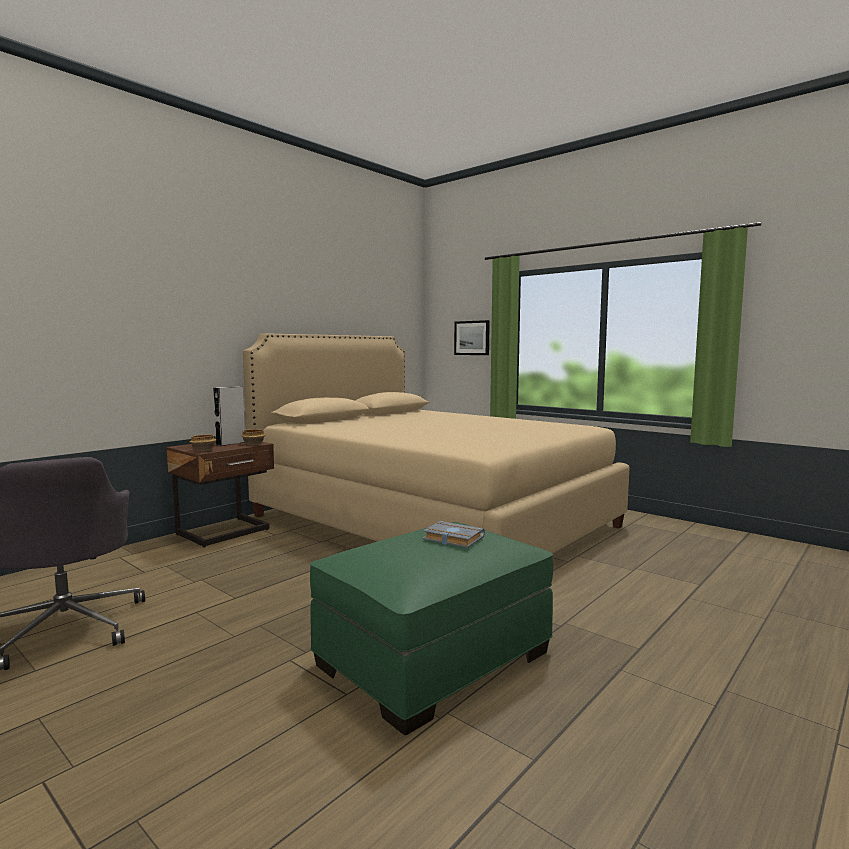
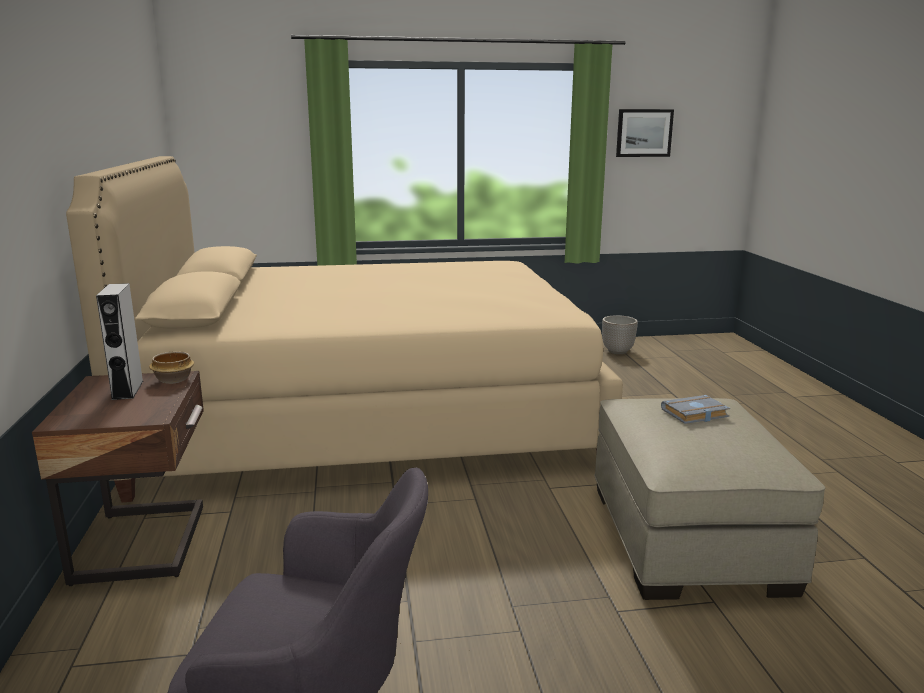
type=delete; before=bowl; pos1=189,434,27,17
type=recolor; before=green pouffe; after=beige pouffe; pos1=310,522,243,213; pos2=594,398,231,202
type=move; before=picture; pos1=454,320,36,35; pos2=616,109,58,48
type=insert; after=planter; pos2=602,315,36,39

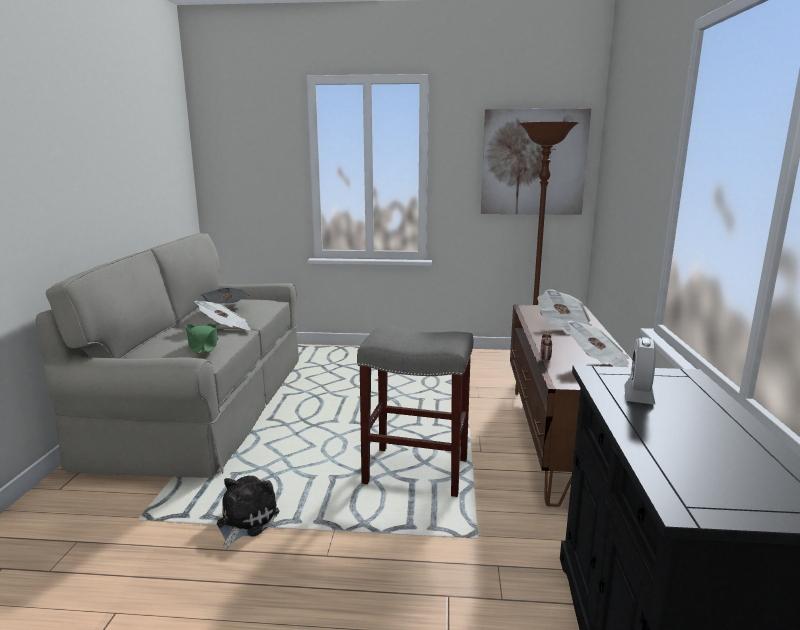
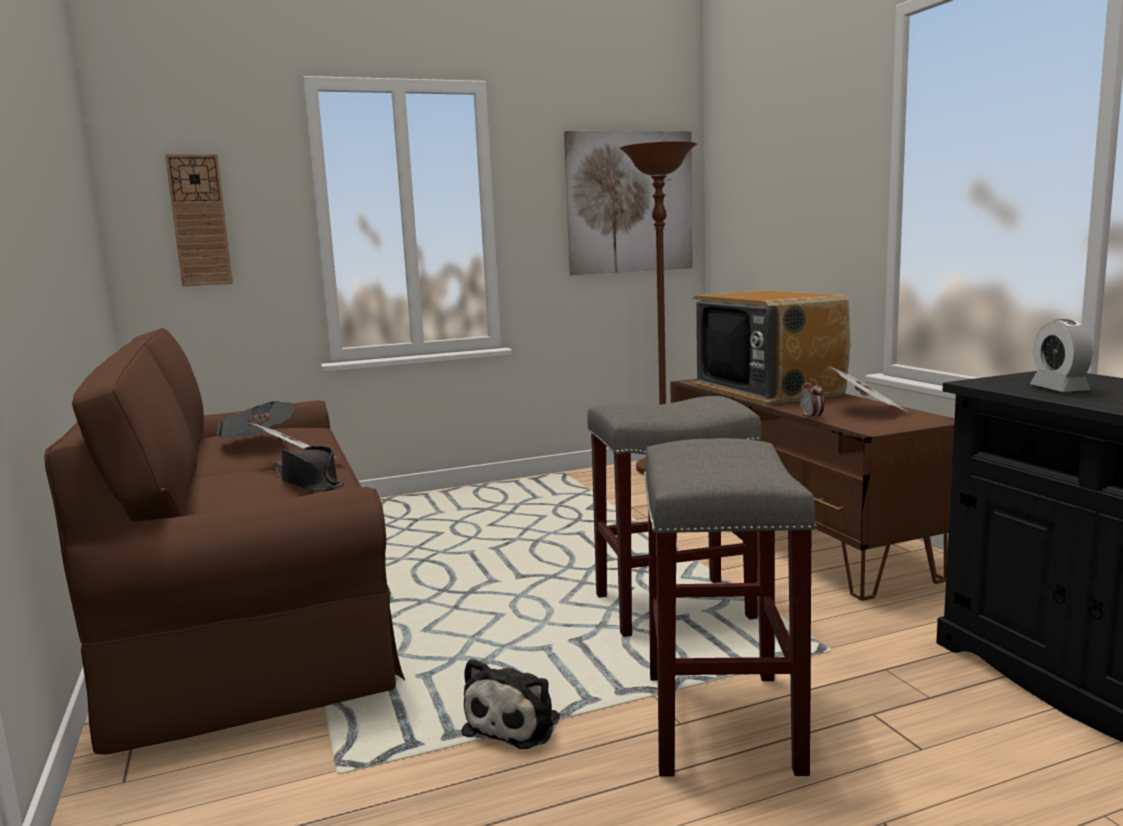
type=recolor; before=gray settee; after=brown settee; pos1=36,233,263,245; pos2=44,328,361,426
type=recolor; before=green clothing hat; after=black clothing hat; pos1=186,324,32,30; pos2=274,446,71,45
type=rotate; before=plush toy; pos1=217,476,62,72; pos2=462,658,98,91; turn=-150
type=replace; before=daily paper; after=television; pos1=537,289,55,45; pos2=692,290,158,115
type=insert; after=clock on the wall; pos2=165,154,68,133
type=insert; after=gray stool; pos2=644,438,173,338

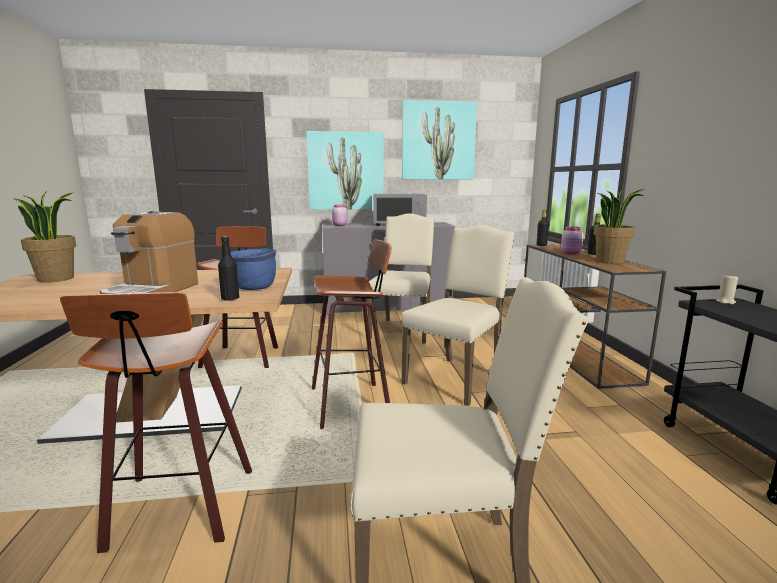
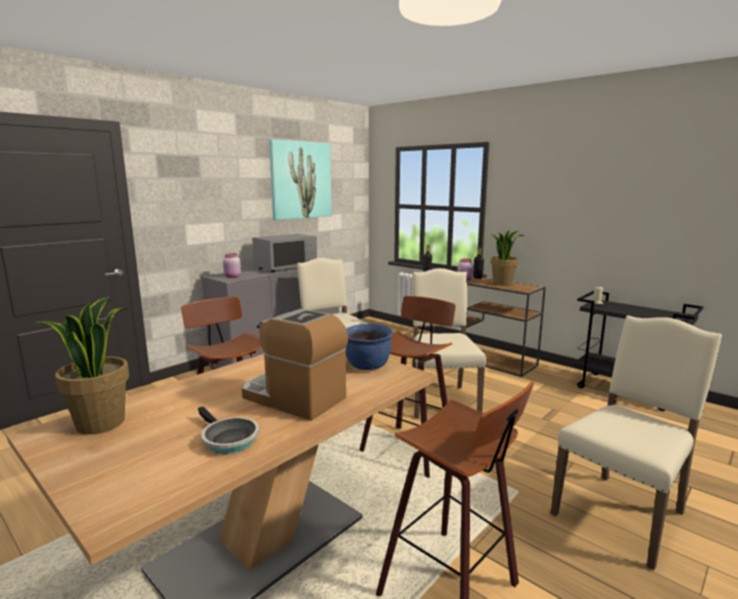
type=rotate; before=coffee maker; pos1=100,211,98,83; pos2=242,309,106,112; turn=150
type=delete; before=black drink bottle; pos1=218,236,22,65
type=delete; before=picture; pos1=306,131,78,79
type=insert; after=skillet; pos2=198,406,61,48

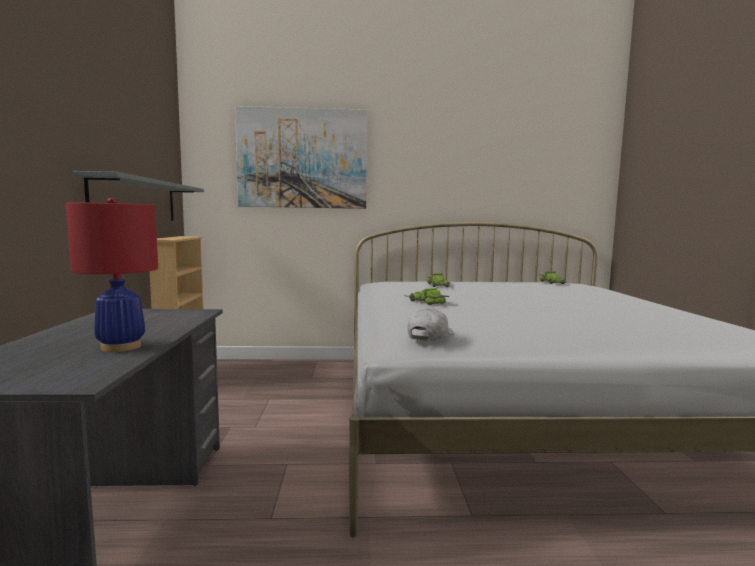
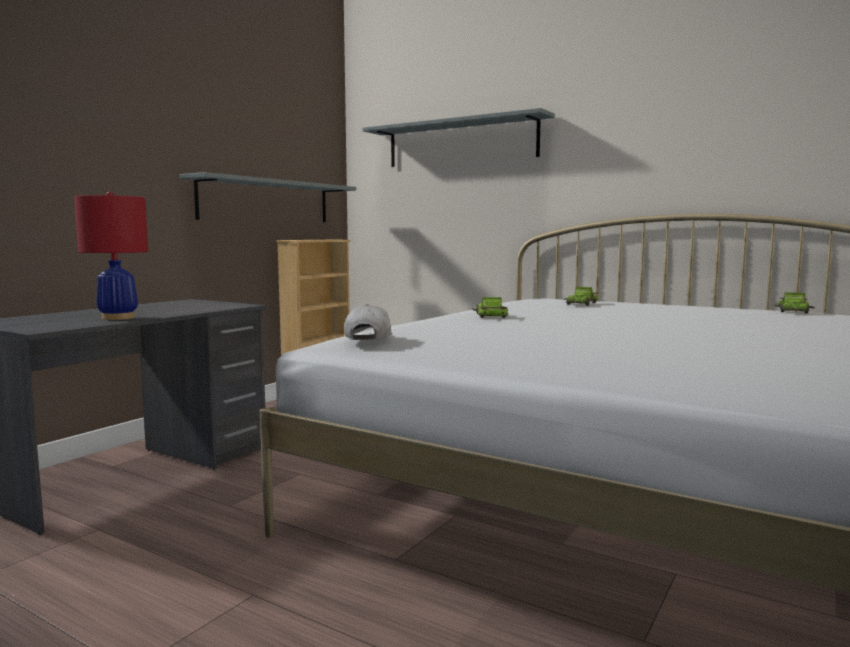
type=replace; before=picture; after=gray wall shelf; pos1=235,106,132,103; pos2=362,108,193,59
type=rotate; before=whitish cap; pos1=407,308,47,33; pos2=344,304,48,36; turn=-60

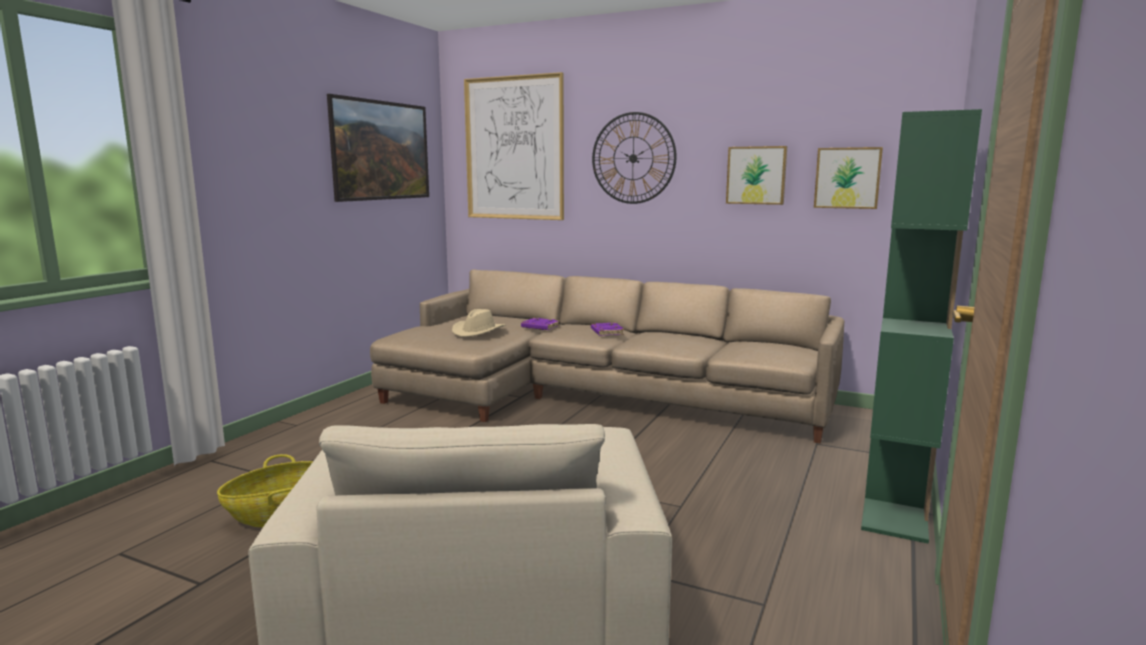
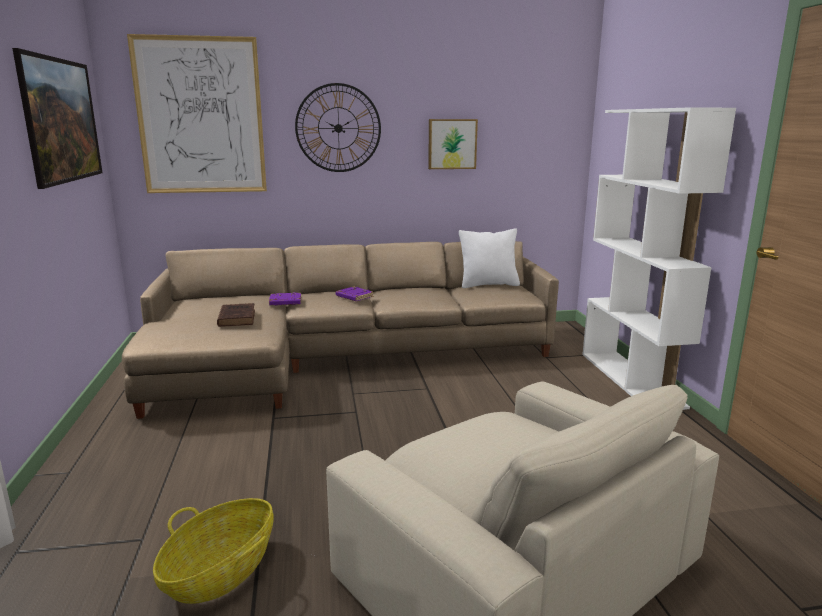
type=replace; before=beige clothing hat; after=brown bound book; pos1=452,309,53,28; pos2=217,303,38,24
type=delete; before=picture; pos1=814,147,69,62
type=recolor; before=green bookcase; after=whitish bookcase; pos1=861,109,121,435; pos2=582,107,154,303
type=insert; after=whitish pillow; pos2=459,228,61,60

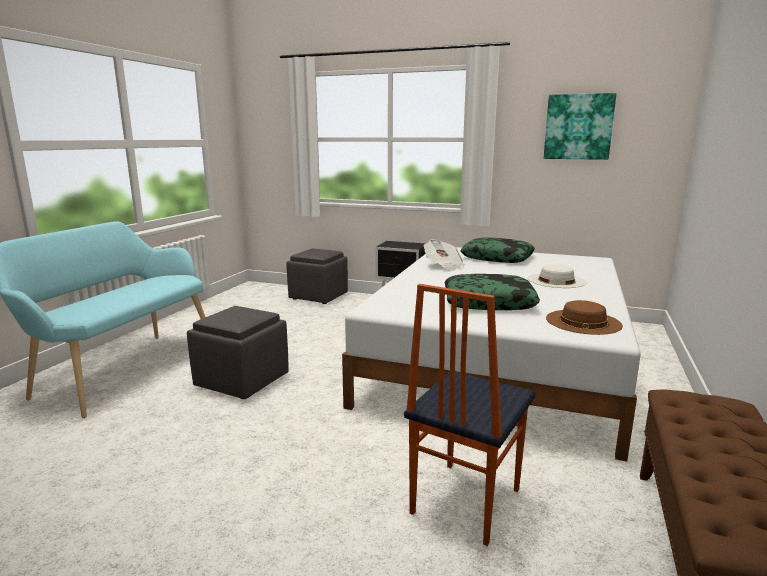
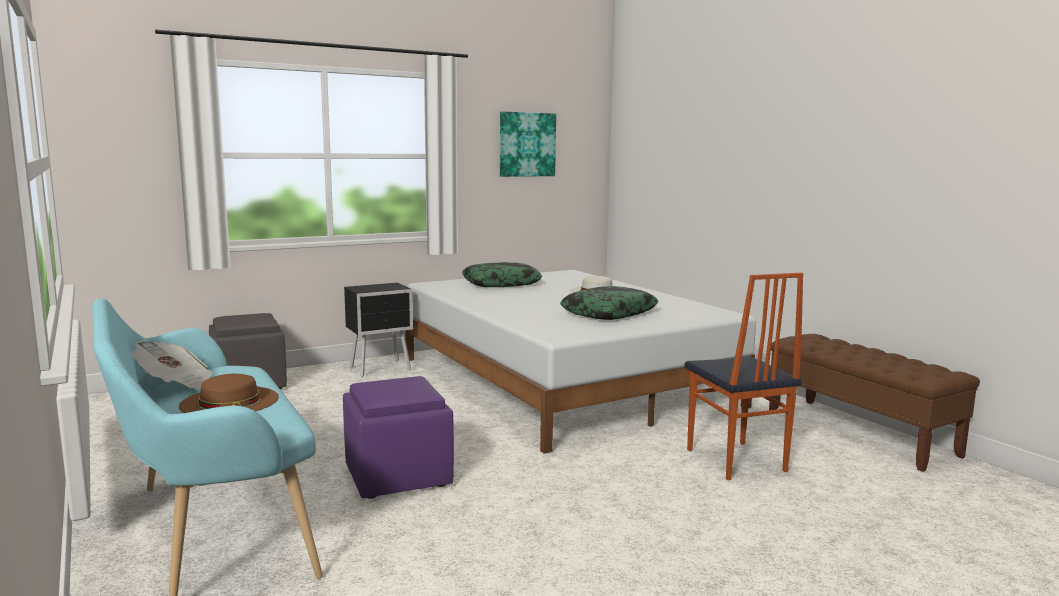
type=recolor; before=gray pouffe; after=purple pouffe; pos1=187,306,102,93; pos2=343,376,111,123
type=move; before=daily paper; pos1=424,239,41,32; pos2=132,341,81,48
type=move; before=brown clothing hat; pos1=546,300,77,35; pos2=179,374,100,39

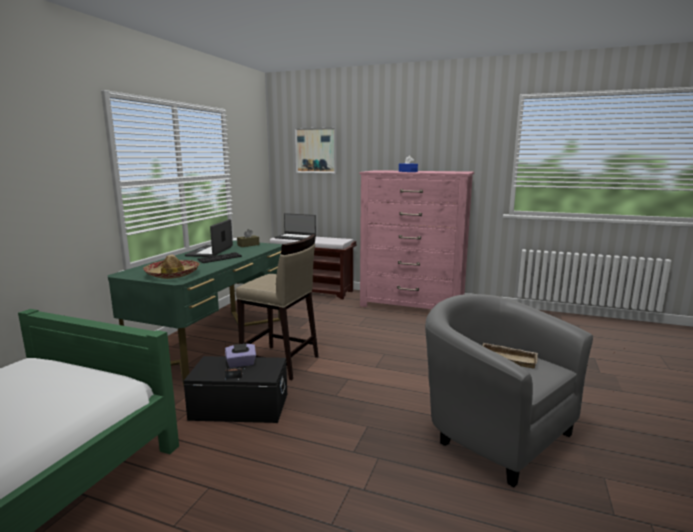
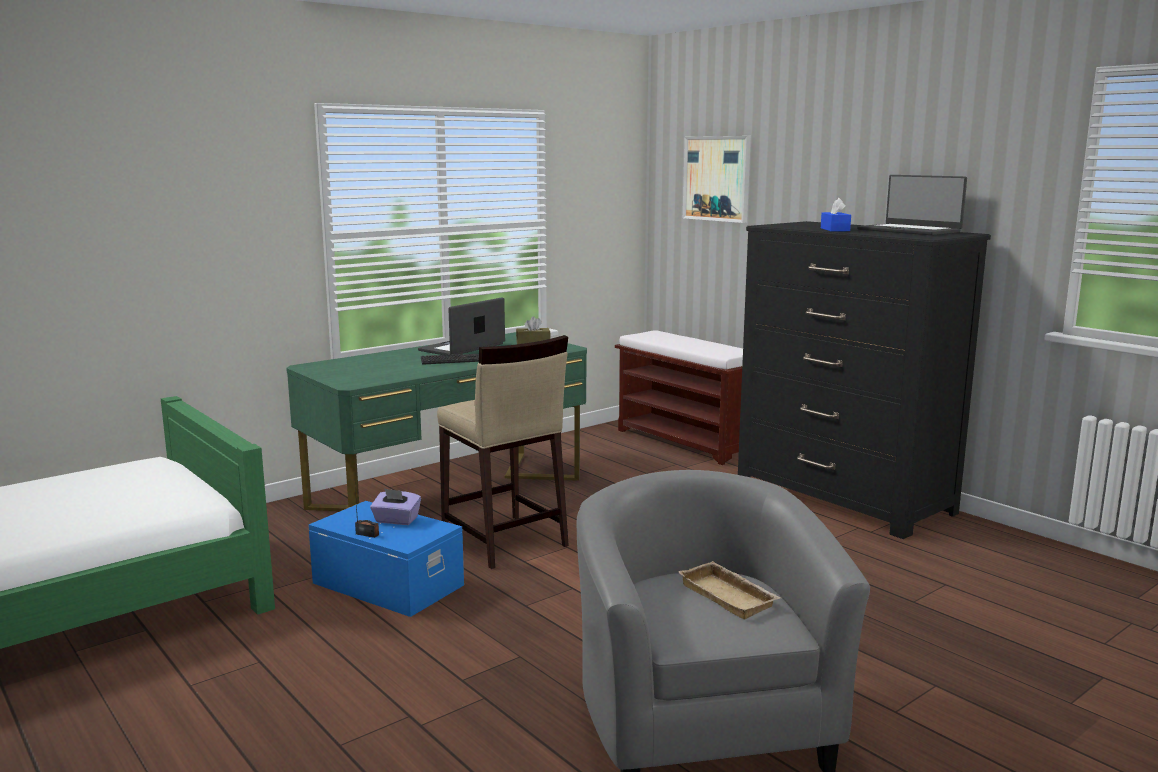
type=delete; before=clothing hat; pos1=143,255,57,24
type=recolor; before=black storage bin; after=blue storage bin; pos1=184,356,103,67; pos2=308,501,156,116
type=move; before=portable computer; pos1=274,213,42,27; pos2=857,175,110,60
type=recolor; before=pink-coloured drawer chest; after=black drawer chest; pos1=360,170,114,139; pos2=738,221,253,318

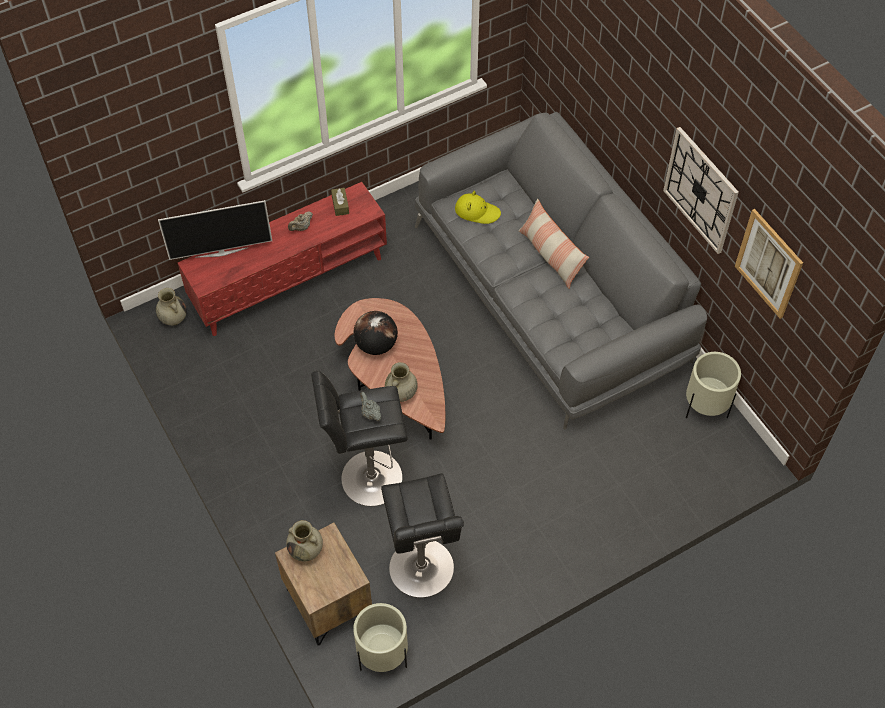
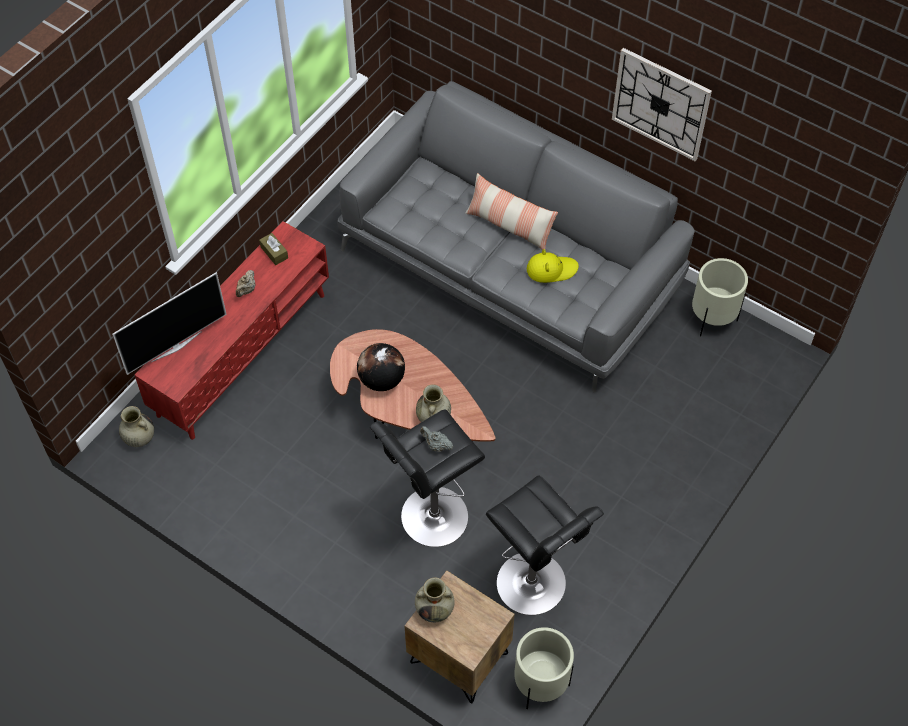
type=move; before=yellow clothing hat; pos1=455,191,46,33; pos2=527,249,52,34
type=delete; before=picture; pos1=735,209,68,110

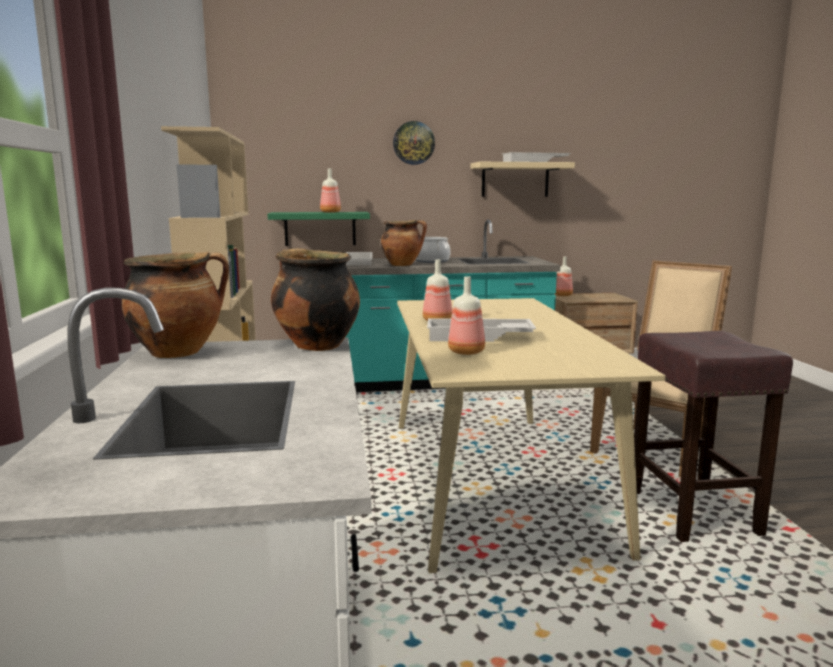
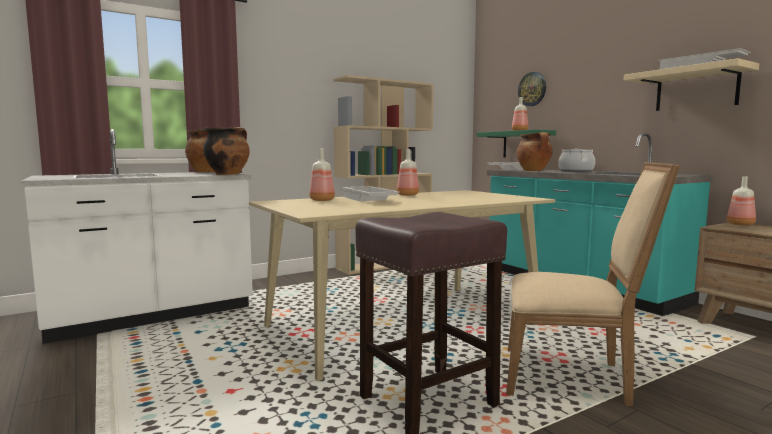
type=move; before=clock on the wall; pos1=393,121,42,44; pos2=518,72,28,34

